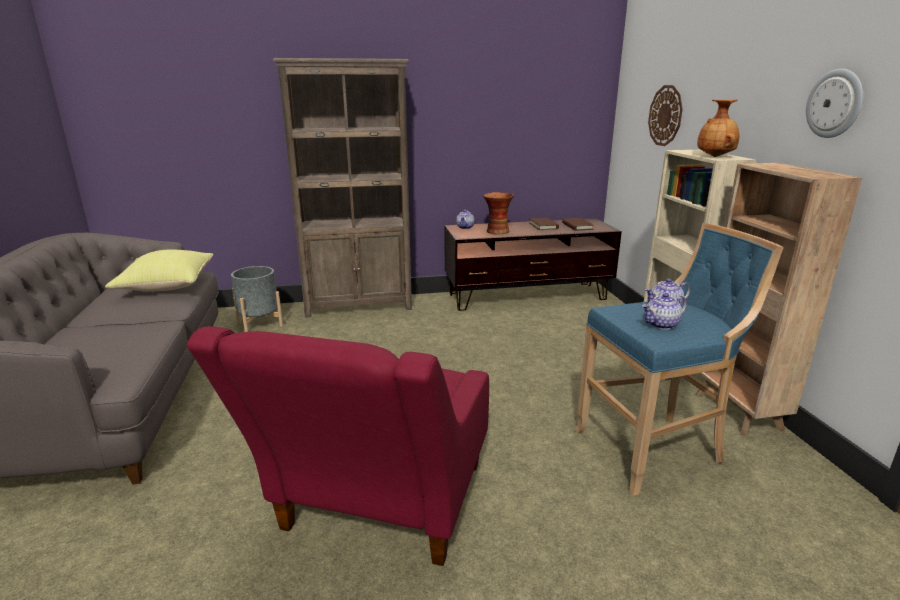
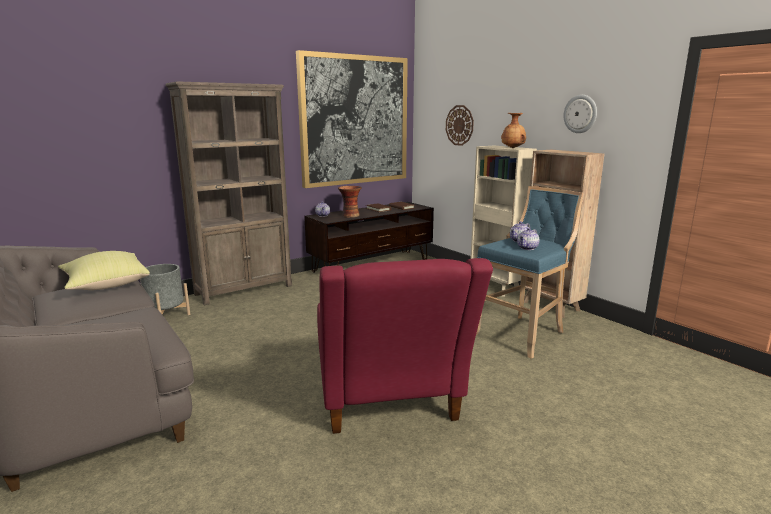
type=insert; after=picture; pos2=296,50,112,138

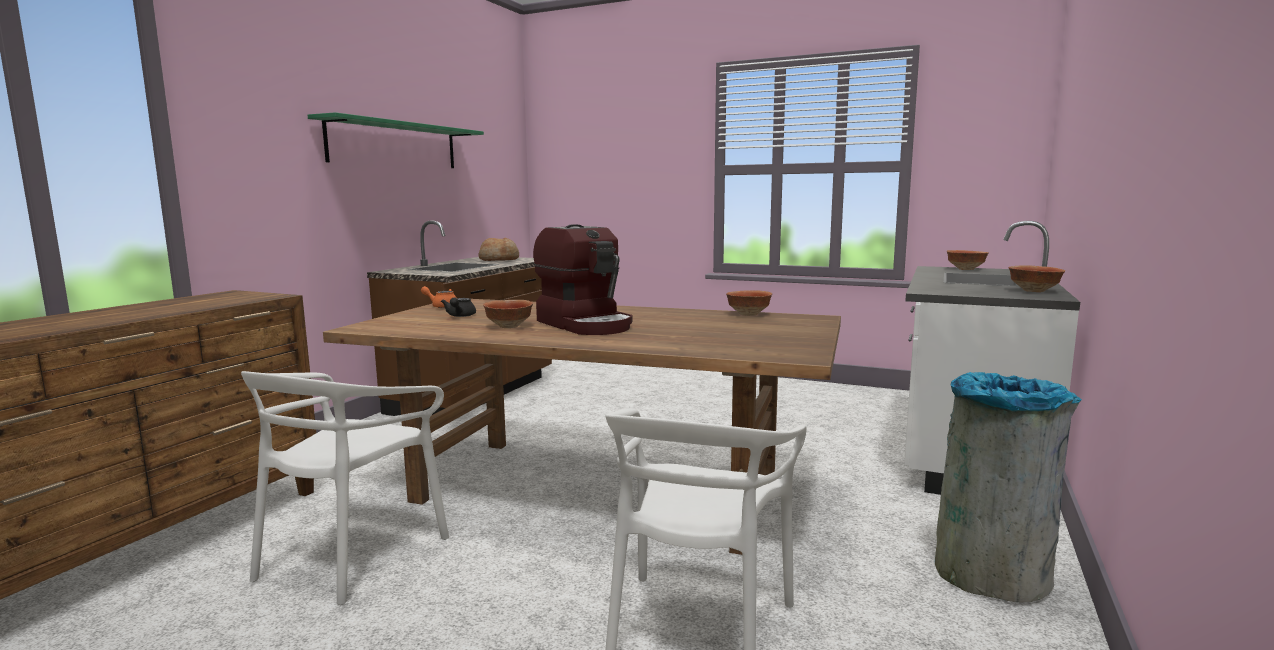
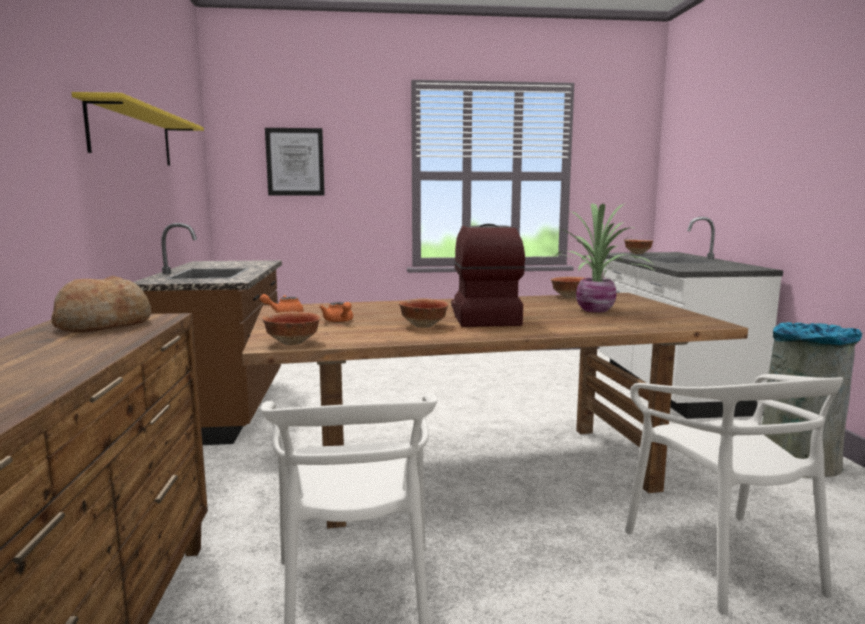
type=recolor; before=green wall shelf; after=yellow wall shelf; pos1=307,112,177,56; pos2=72,92,132,74
type=recolor; before=black tea pot; after=orangey tea pot; pos1=441,298,35,19; pos2=319,302,34,20
type=move; before=baked bread; pos1=478,238,41,23; pos2=51,276,100,56
type=rotate; before=coffee maker; pos1=533,224,100,111; pos2=451,224,74,103; turn=-120
type=move; before=bowl; pos1=1009,265,56,27; pos2=262,312,59,33
type=insert; after=picture; pos2=265,128,60,68
type=insert; after=potted plant; pos2=541,203,115,109

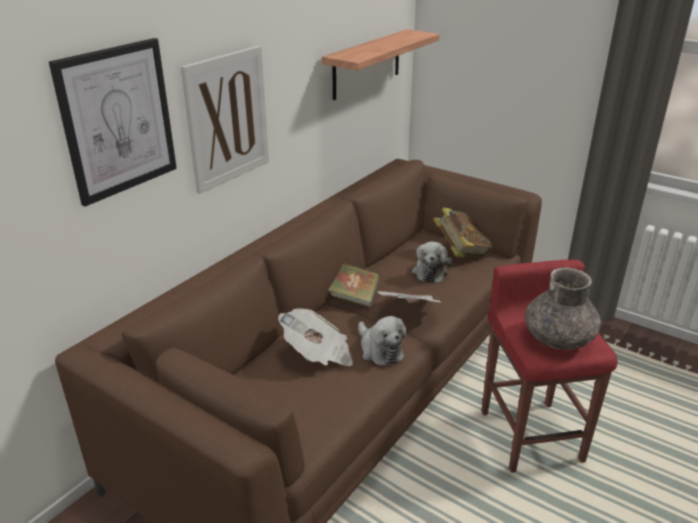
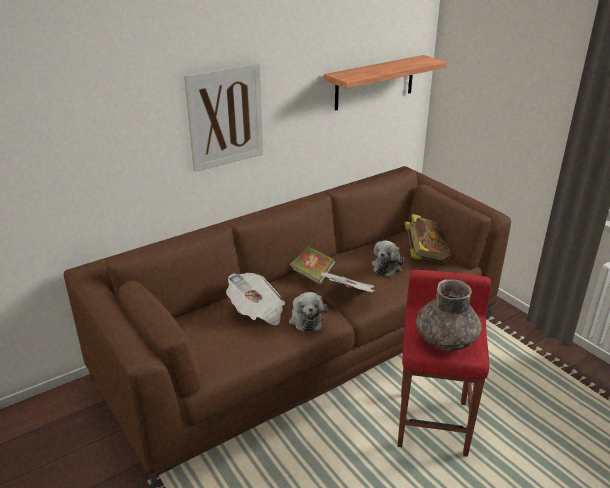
type=delete; before=picture; pos1=49,38,128,169

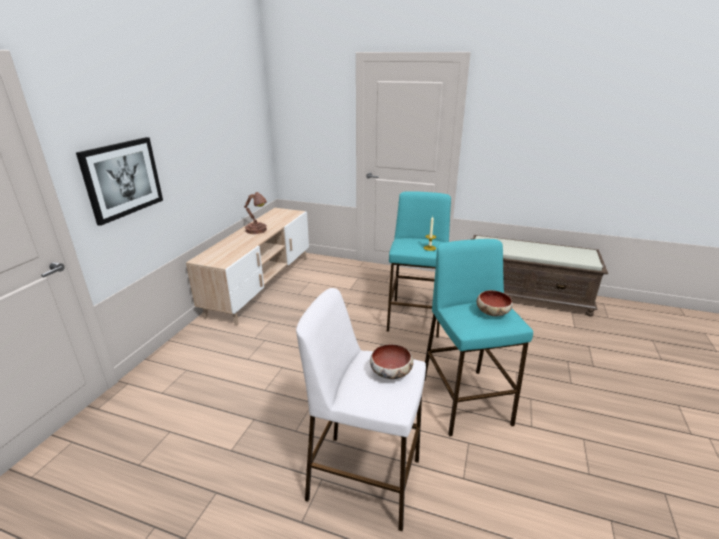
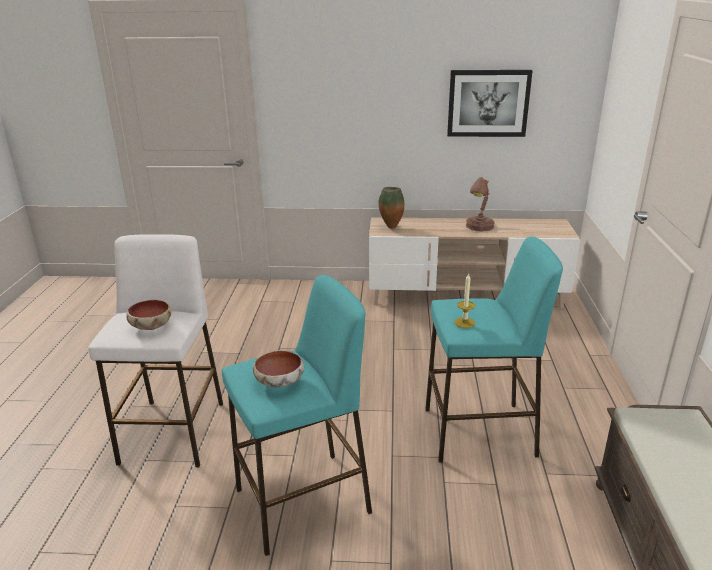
type=move; before=picture; pos1=76,137,87,89; pos2=447,70,86,67
type=insert; after=vase; pos2=378,187,26,42

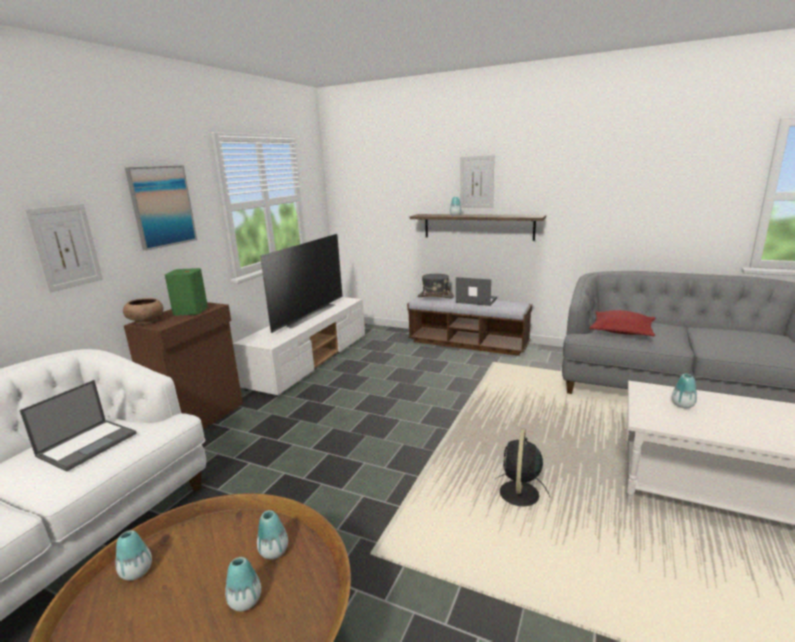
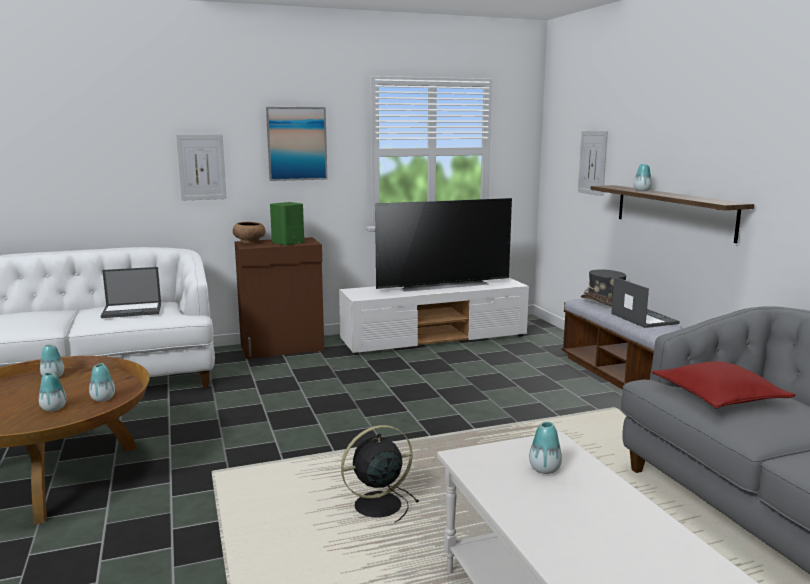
type=move; before=picture; pos1=460,155,34,53; pos2=578,131,30,65

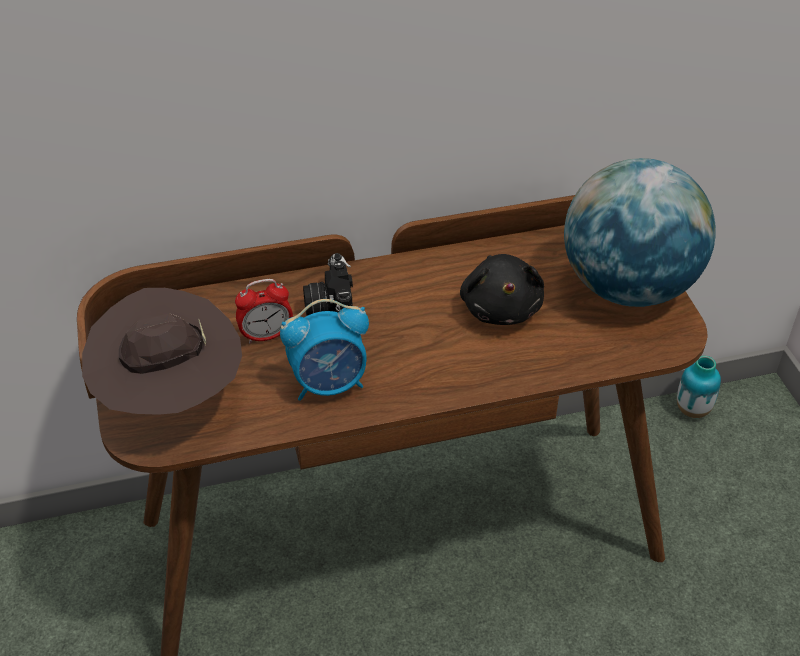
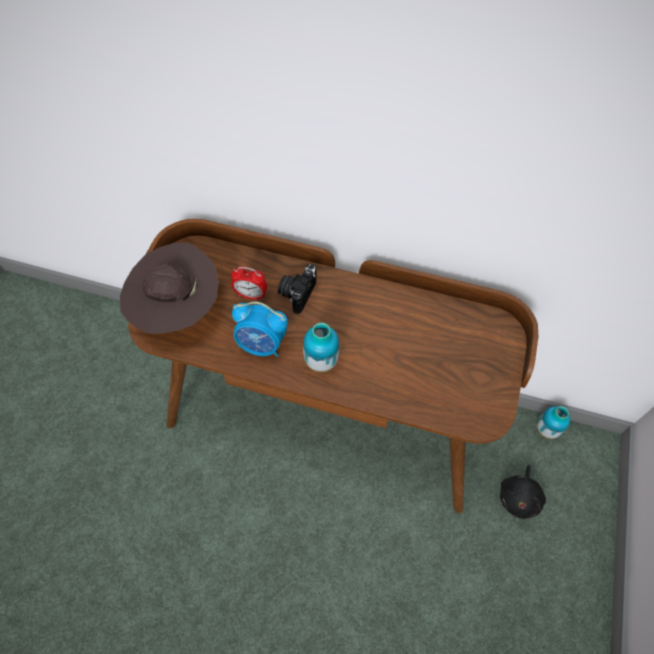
type=move; before=black plush toy; pos1=460,254,84,71; pos2=500,465,46,54
type=delete; before=desk globe; pos1=564,158,152,149
type=insert; after=vase; pos2=303,323,37,50

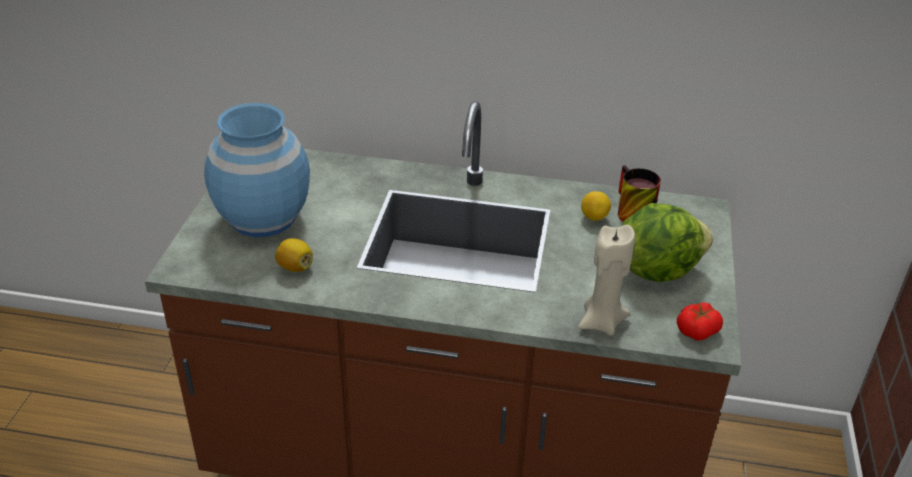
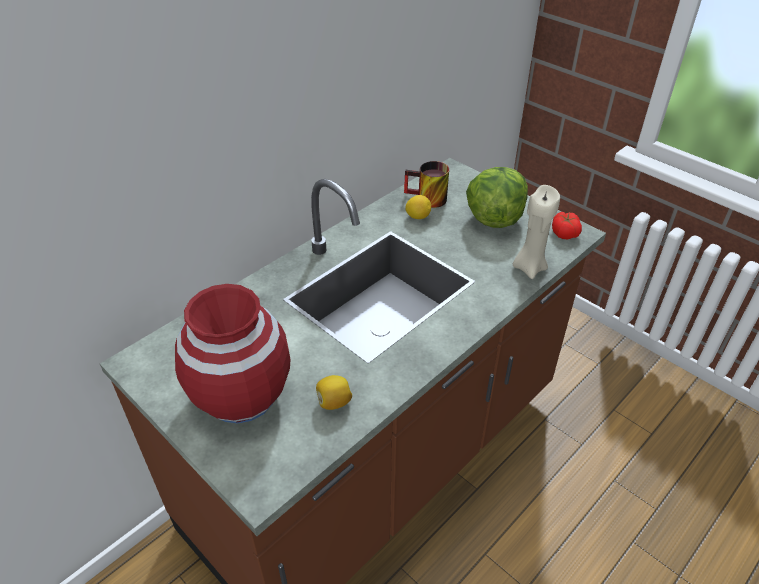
type=recolor; before=blue vase; after=reddish vase; pos1=204,103,106,134; pos2=175,284,115,139

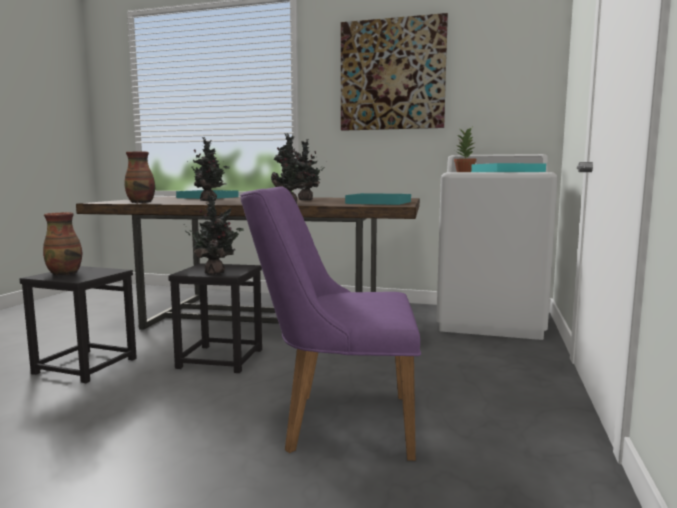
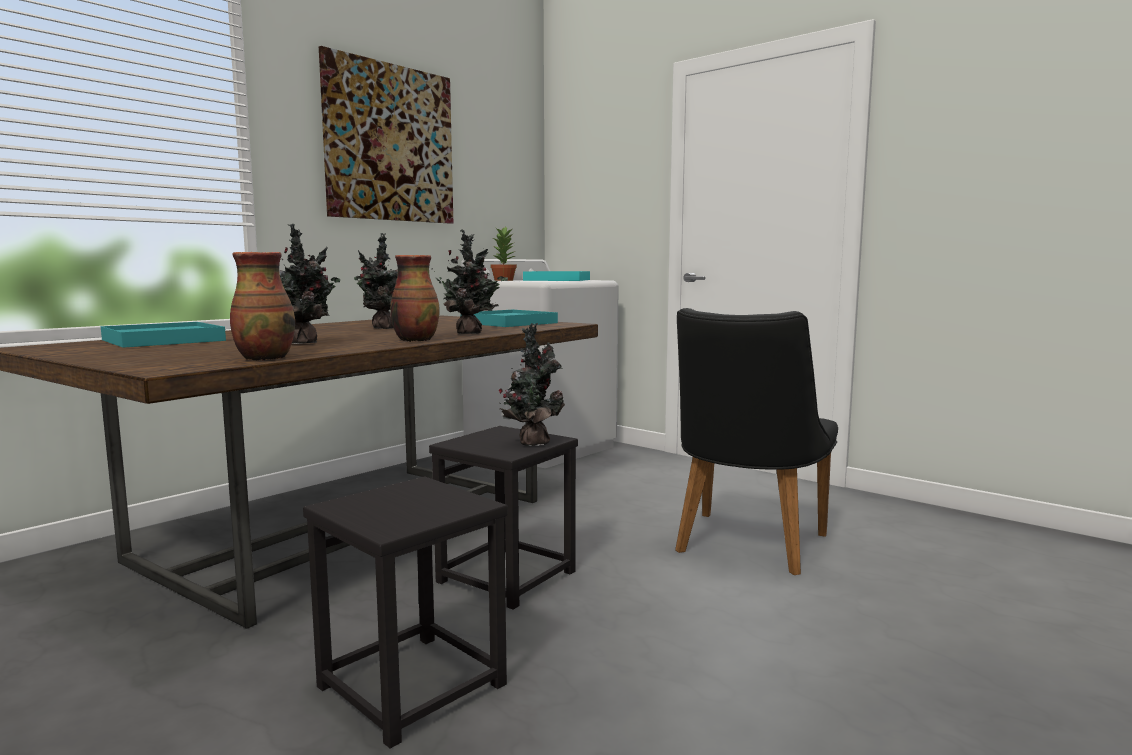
type=move; before=vase; pos1=43,212,39,64; pos2=390,255,50,87
type=recolor; before=purple plain chair; after=black plain chair; pos1=240,186,181,275; pos2=675,308,163,267

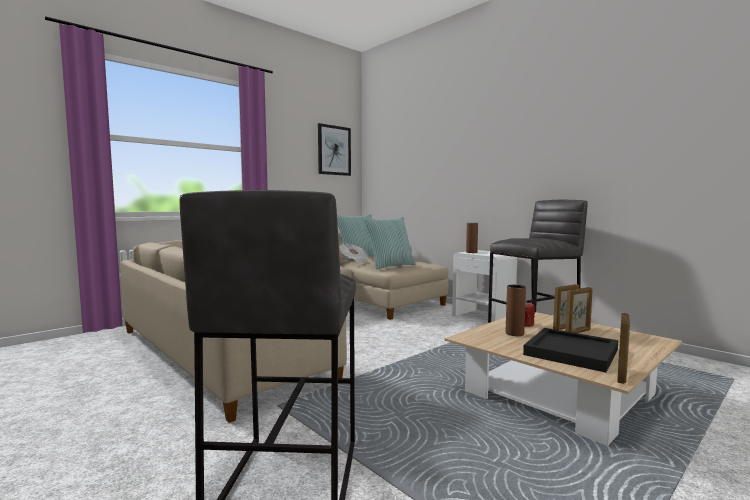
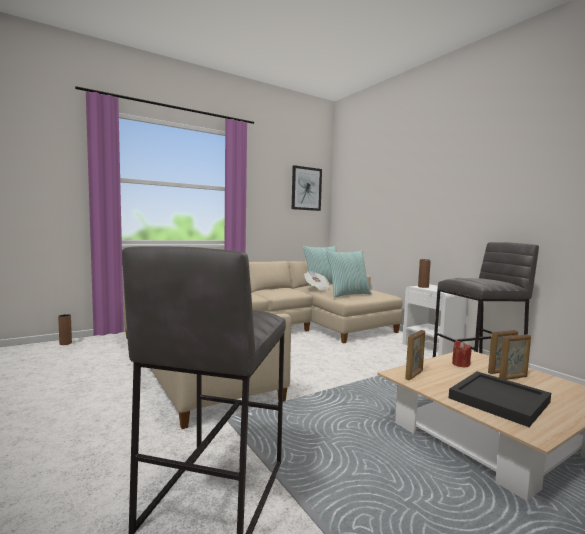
type=move; before=brown vase; pos1=506,285,20,51; pos2=58,314,14,31
type=move; before=photo frame; pos1=617,313,13,71; pos2=405,330,20,50

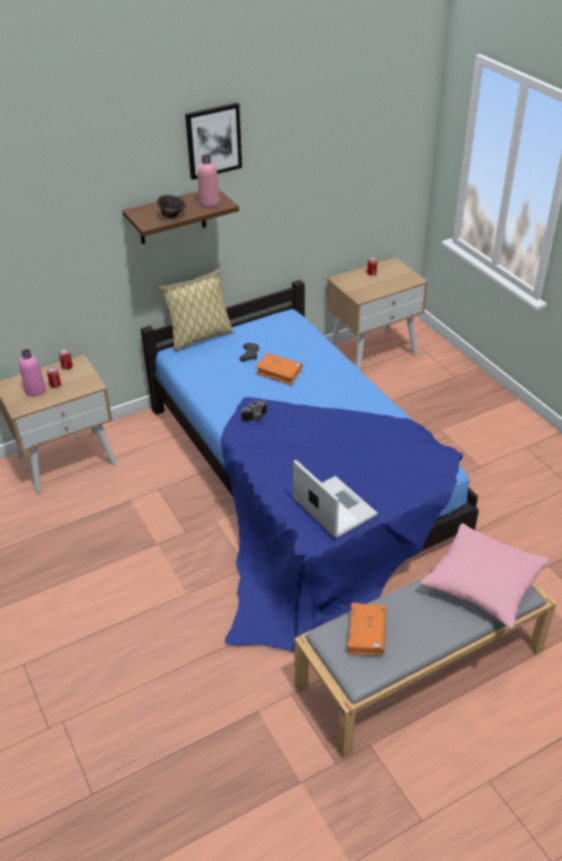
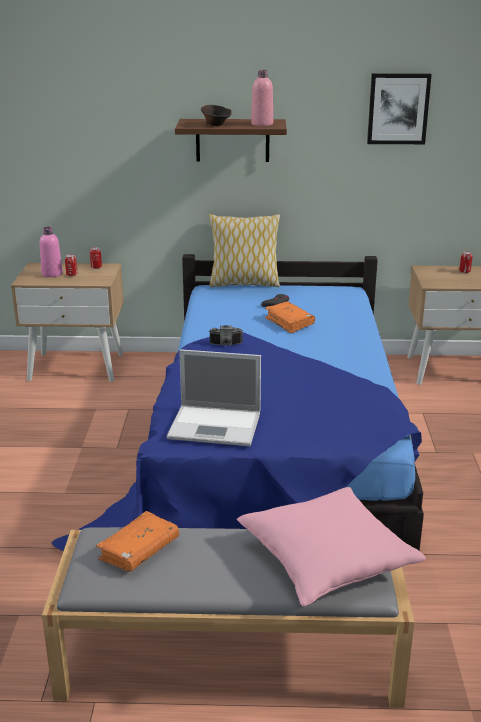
type=move; before=picture; pos1=185,103,57,77; pos2=367,73,65,71
type=rotate; before=portable computer; pos1=293,460,85,78; pos2=166,349,95,97; turn=105

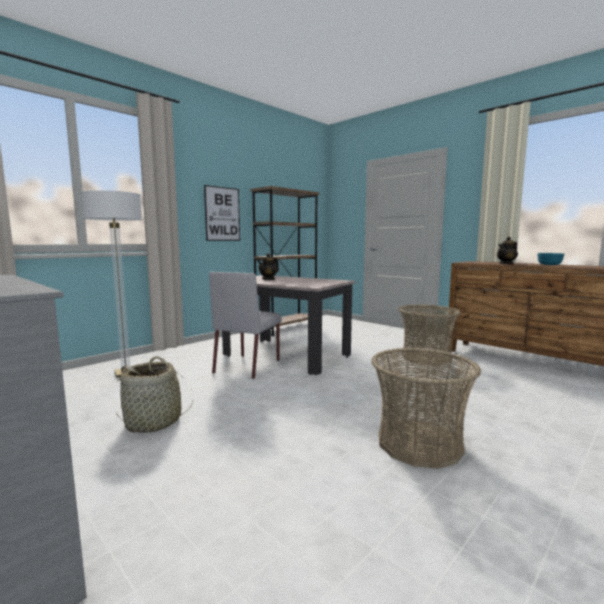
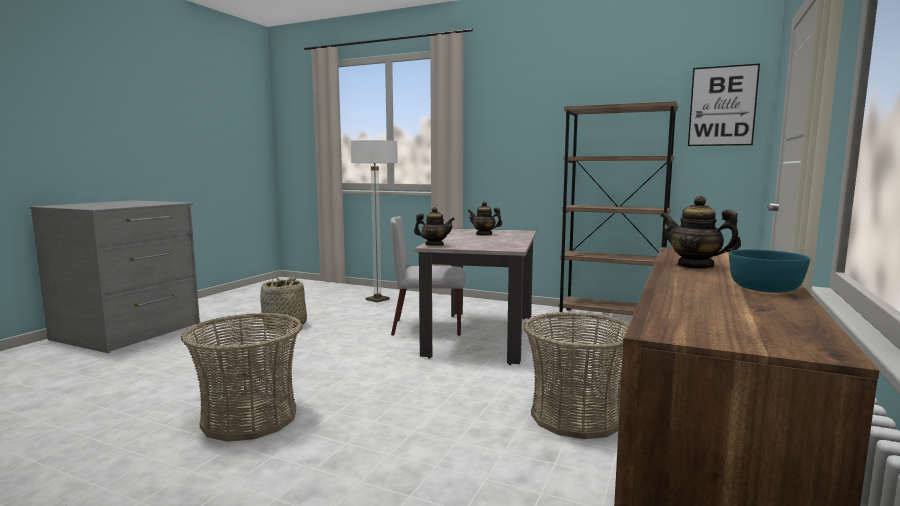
type=move; before=picture; pos1=204,185,36,56; pos2=688,64,72,82
type=insert; after=tea pot; pos2=414,207,41,39

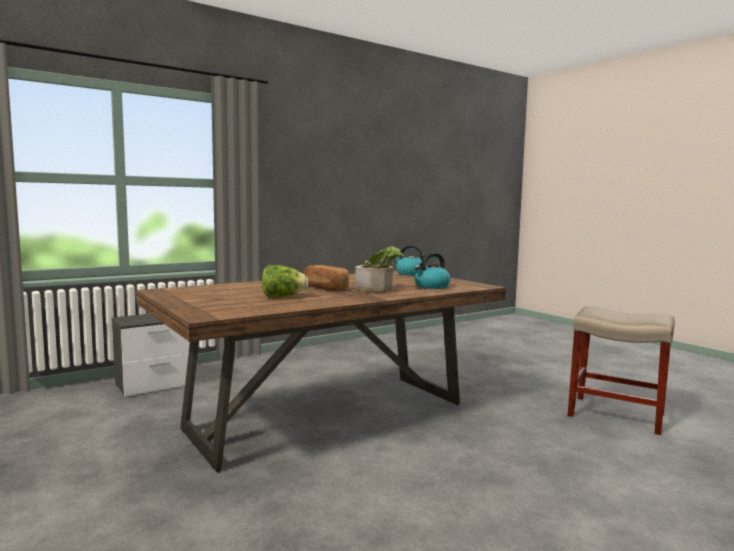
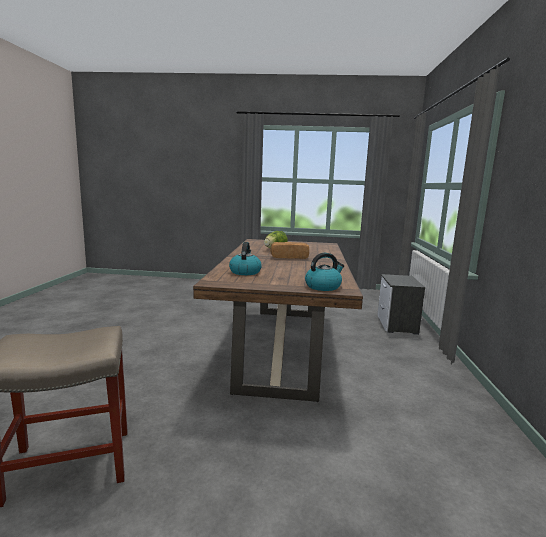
type=delete; before=potted plant; pos1=356,246,48,47

